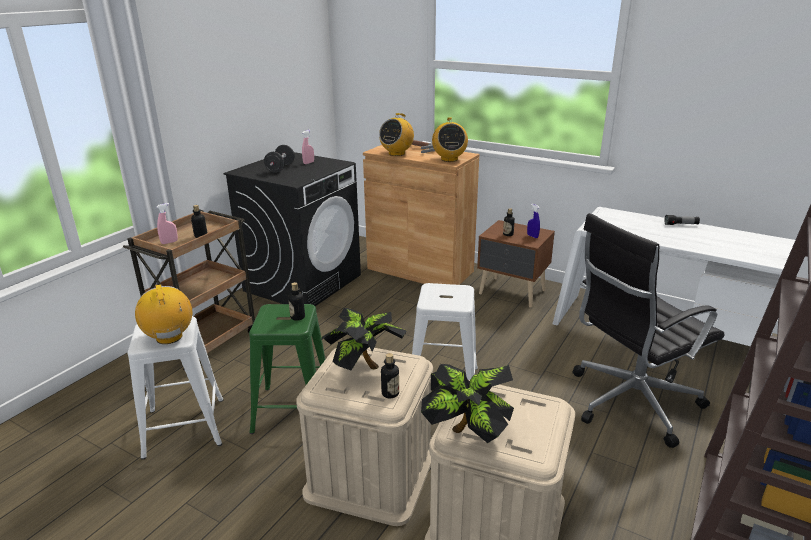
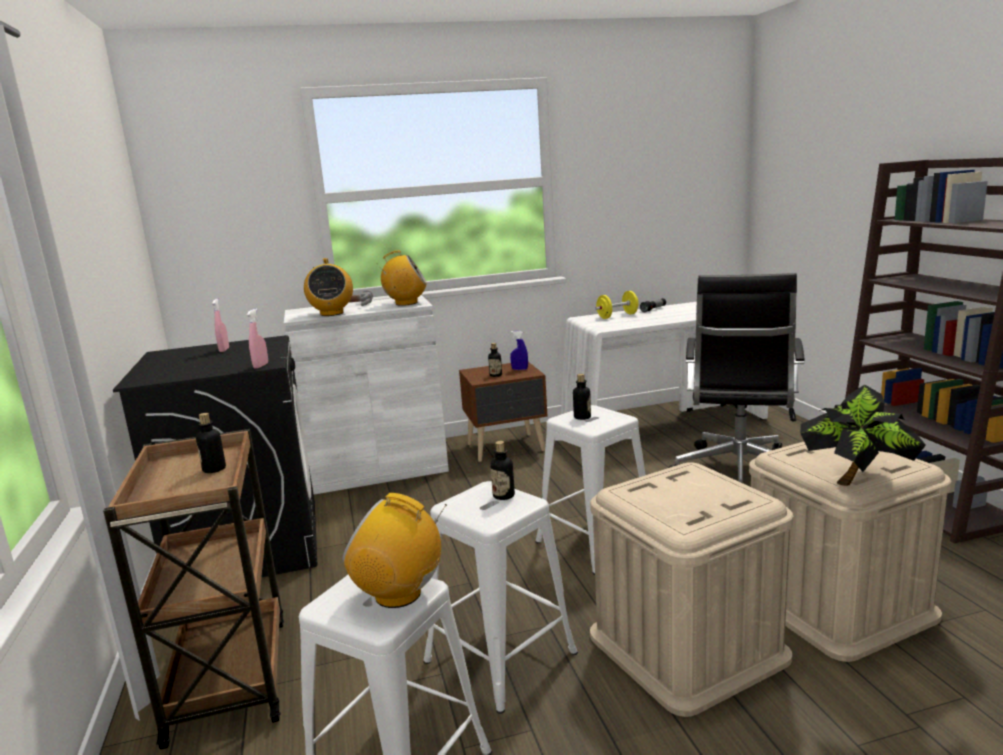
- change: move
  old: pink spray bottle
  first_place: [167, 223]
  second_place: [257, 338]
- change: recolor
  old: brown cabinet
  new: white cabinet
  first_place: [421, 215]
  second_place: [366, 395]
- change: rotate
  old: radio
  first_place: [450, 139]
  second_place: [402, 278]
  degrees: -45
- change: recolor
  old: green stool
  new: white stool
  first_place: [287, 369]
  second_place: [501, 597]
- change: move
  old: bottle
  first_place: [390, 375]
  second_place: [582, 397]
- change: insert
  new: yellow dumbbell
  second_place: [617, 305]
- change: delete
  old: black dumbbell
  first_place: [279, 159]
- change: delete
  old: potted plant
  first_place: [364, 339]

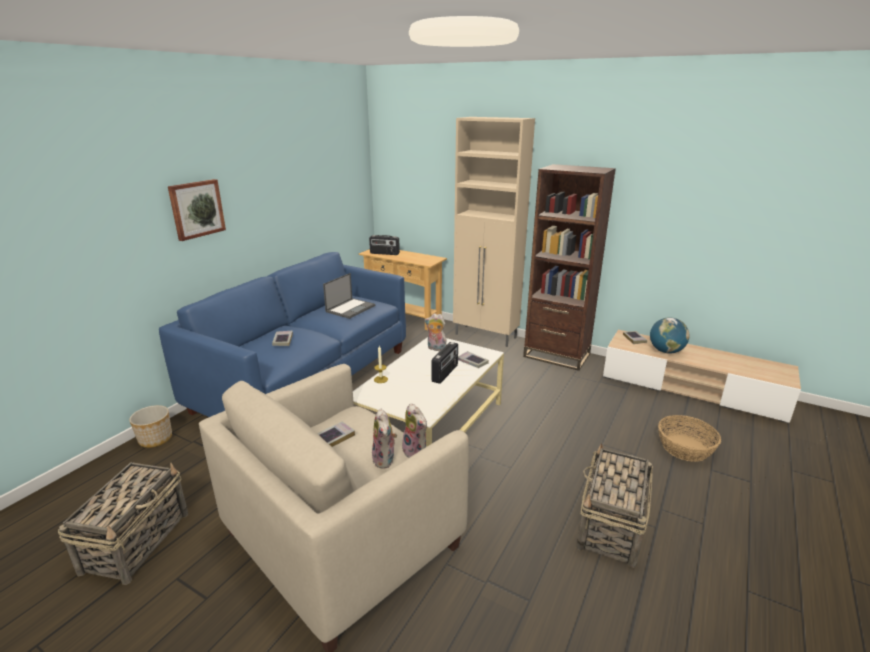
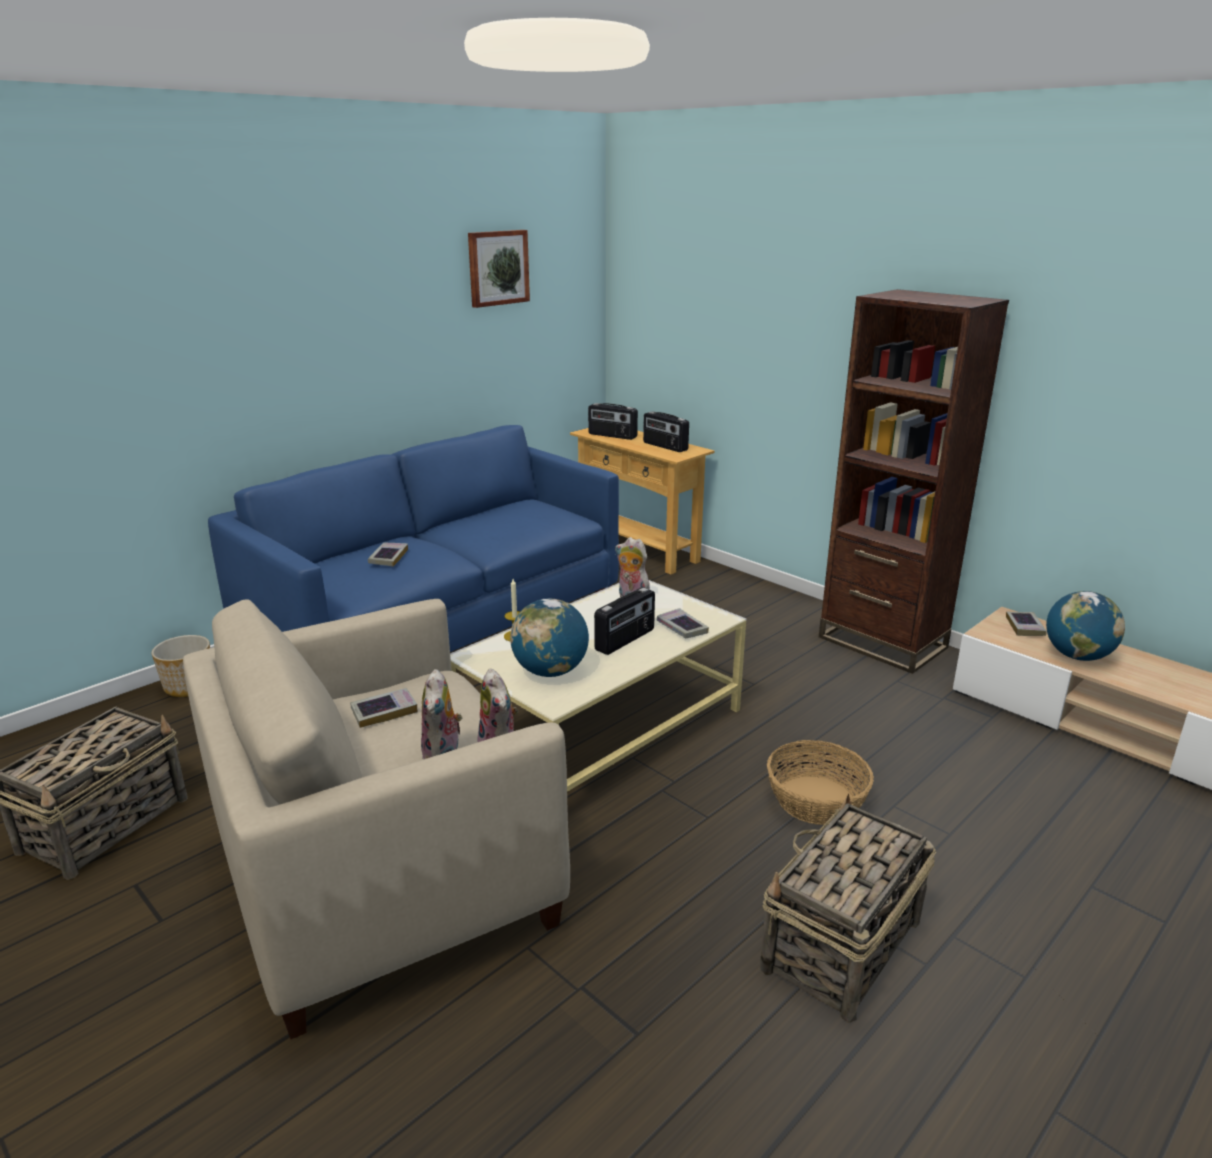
- change: move
  old: picture
  first_place: [197, 210]
  second_place: [499, 269]
- change: insert
  new: globe
  second_place: [549, 638]
- change: insert
  new: radio
  second_place: [666, 432]
- change: move
  old: basket
  first_place: [689, 438]
  second_place: [820, 782]
- change: delete
  old: laptop
  first_place: [349, 296]
- change: delete
  old: beige cabinet
  first_place: [494, 232]

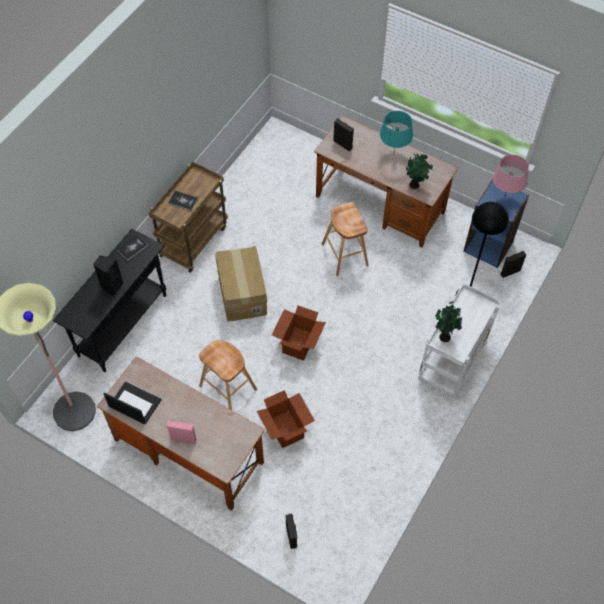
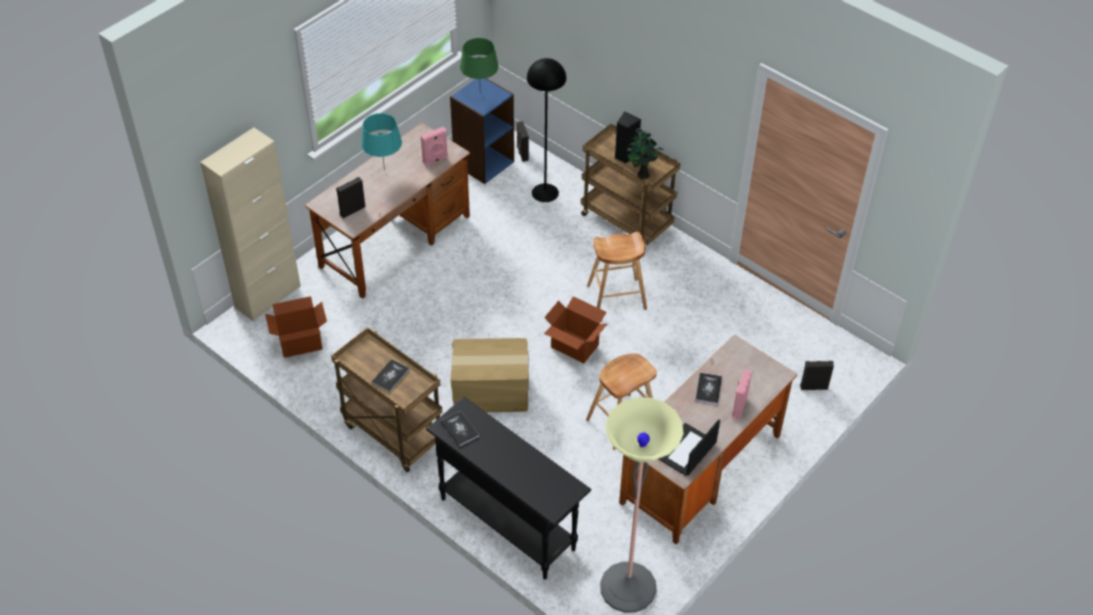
- change: insert
  new: beige cabinet
  second_place: [250, 224]
- change: move
  old: cardboard box
  first_place: [286, 419]
  second_place: [296, 327]
- change: replace
  old: potted plant
  new: pink speaker
  first_place: [419, 170]
  second_place: [434, 146]
- change: recolor
  old: pink table lamp
  new: green table lamp
  first_place: [511, 176]
  second_place: [479, 66]
- change: recolor
  old: white cart
  new: brown cart
  first_place: [459, 340]
  second_place: [630, 184]
- change: move
  old: brown stool
  first_place: [345, 239]
  second_place: [617, 271]
- change: move
  old: black speaker
  first_place: [108, 276]
  second_place: [628, 137]
- change: insert
  new: book
  second_place: [708, 389]

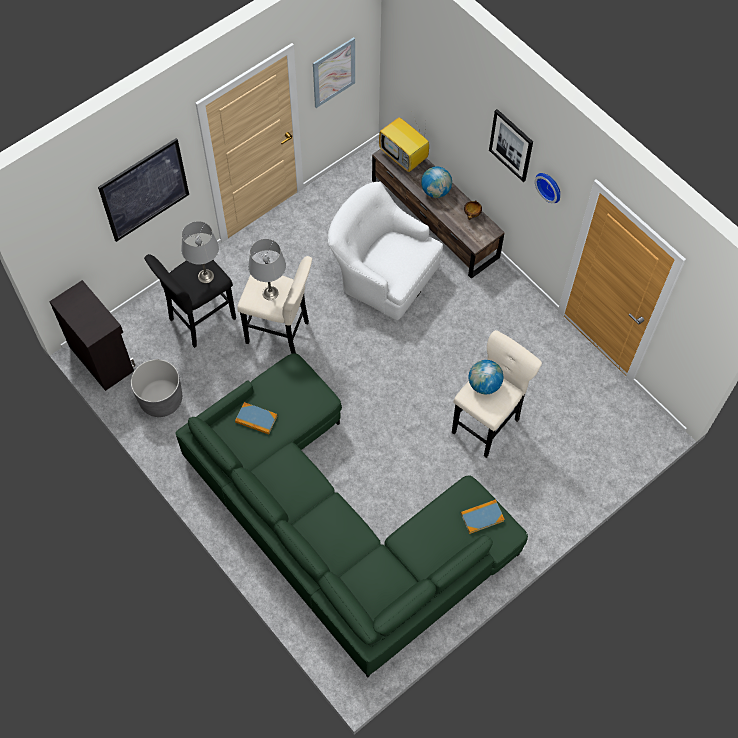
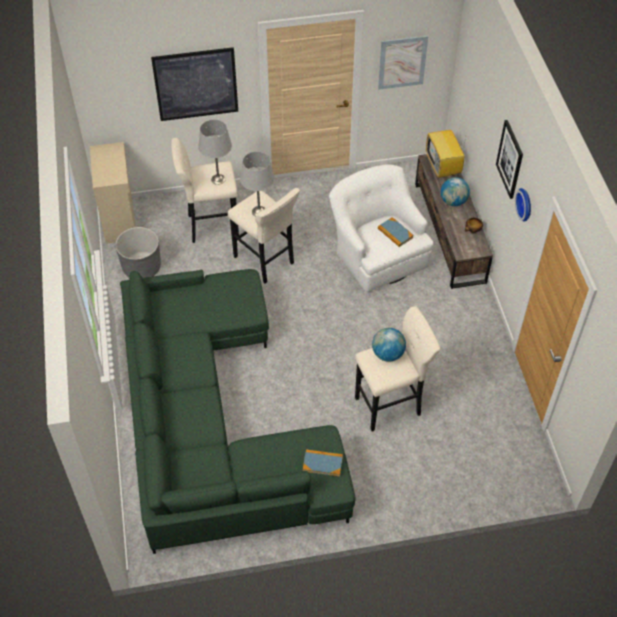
- change: recolor
  old: black cabinet
  new: beige cabinet
  first_place: [92, 335]
  second_place: [114, 193]
- change: recolor
  old: black stool
  new: beige stool
  first_place: [190, 301]
  second_place: [205, 190]
- change: move
  old: book
  first_place: [256, 418]
  second_place: [396, 232]

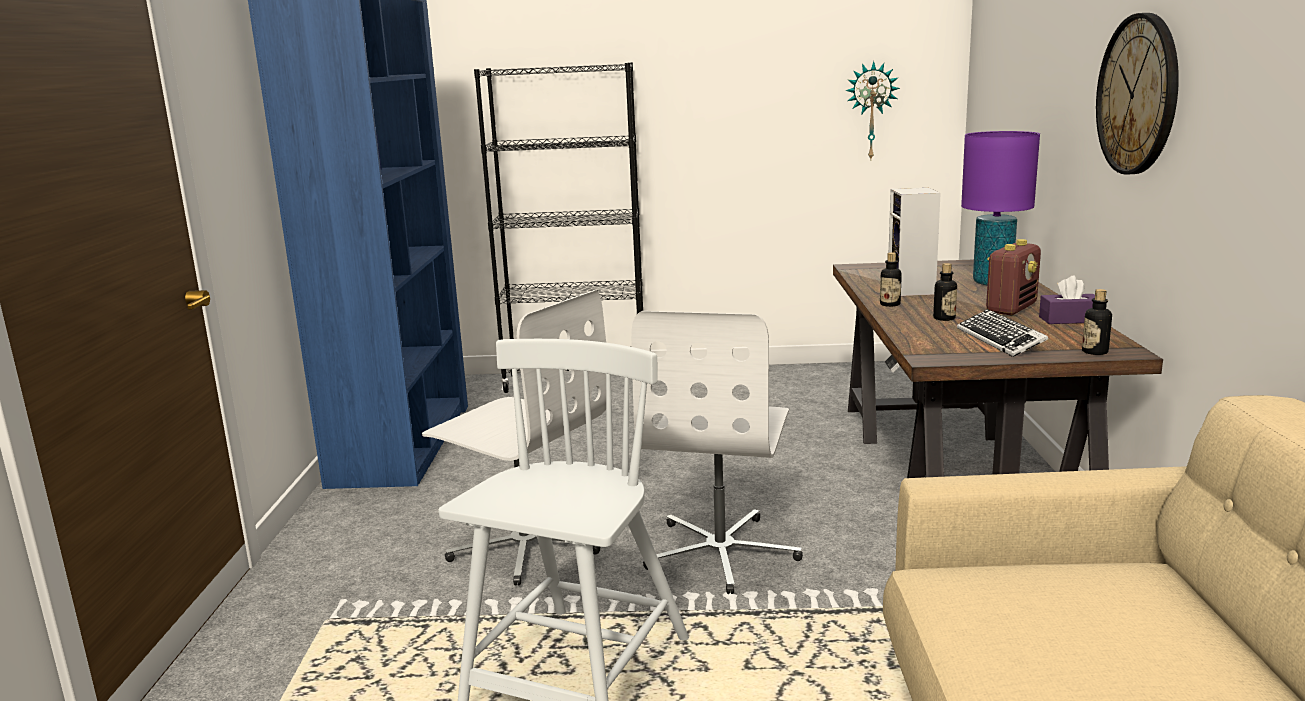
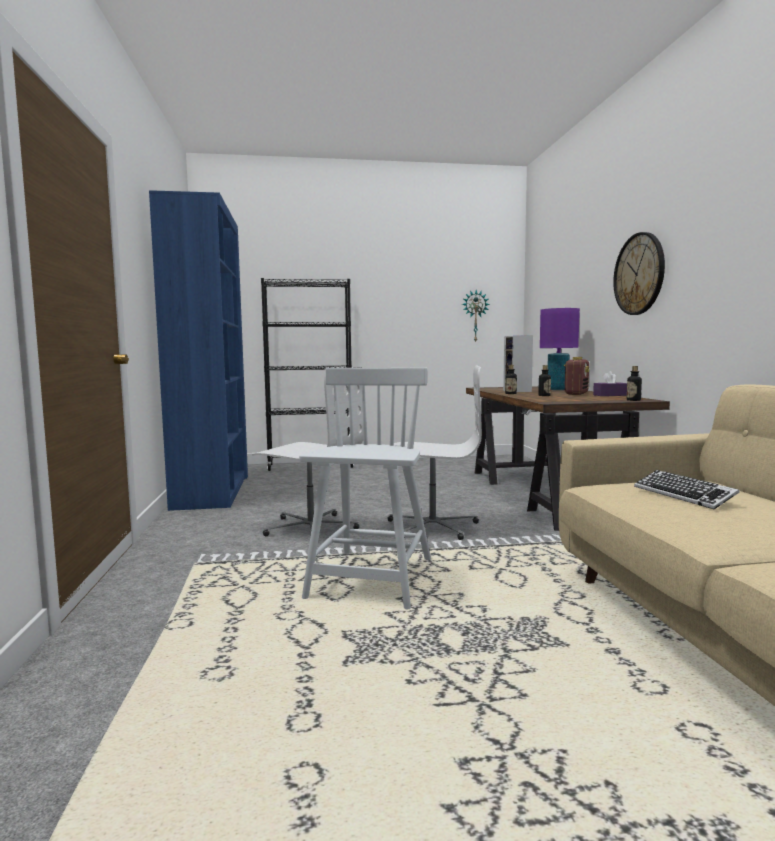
- change: rotate
  old: white office chair
  first_place: [717, 452]
  second_place: [435, 453]
  degrees: -90
- change: move
  old: keyboard
  first_place: [1002, 333]
  second_place: [687, 489]

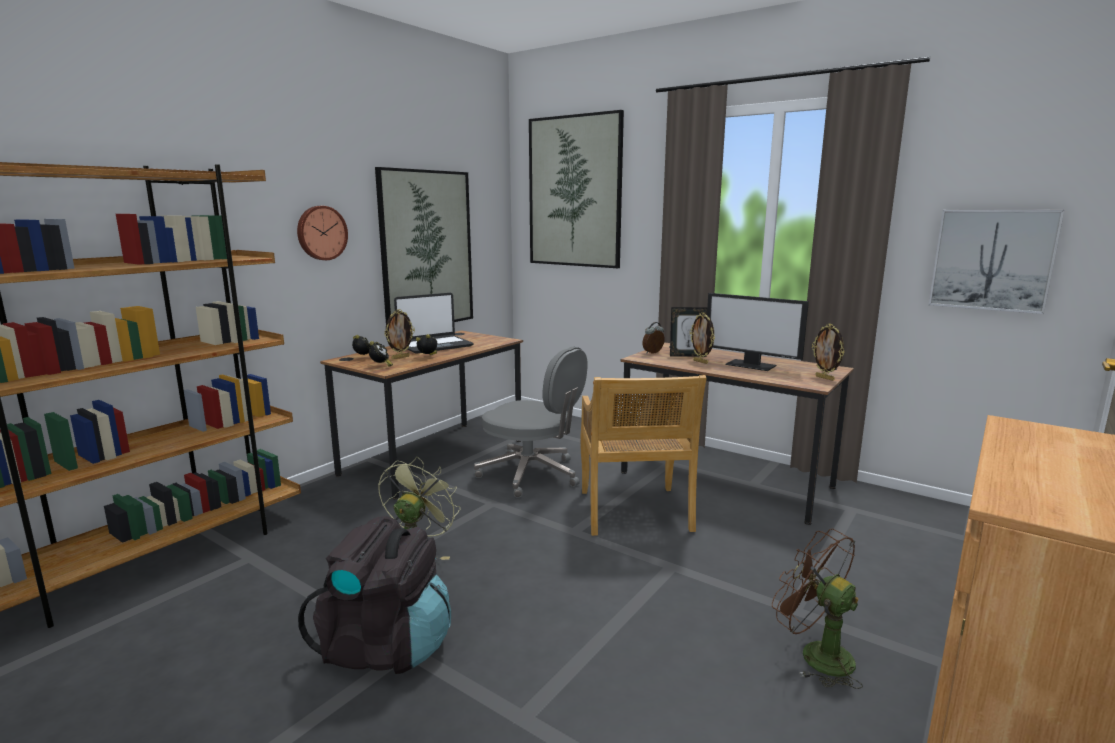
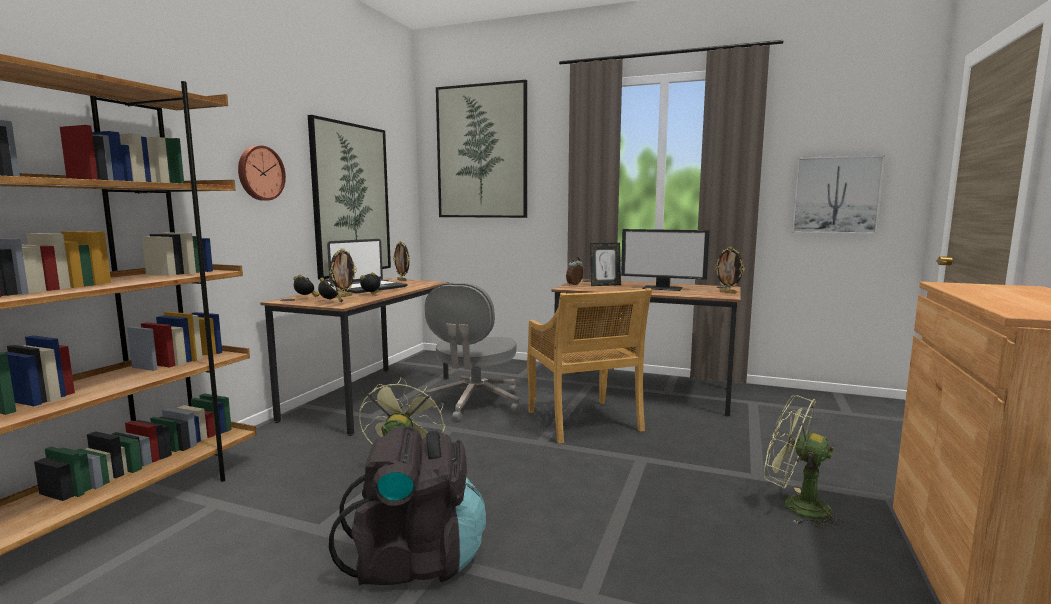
- change: move
  old: picture frame
  first_place: [702, 338]
  second_place: [401, 261]
- change: rotate
  old: grey office chair
  first_place: [531, 422]
  second_place: [472, 351]
  degrees: 90
- change: recolor
  old: brown fan
  new: green fan
  first_place: [817, 609]
  second_place: [804, 461]

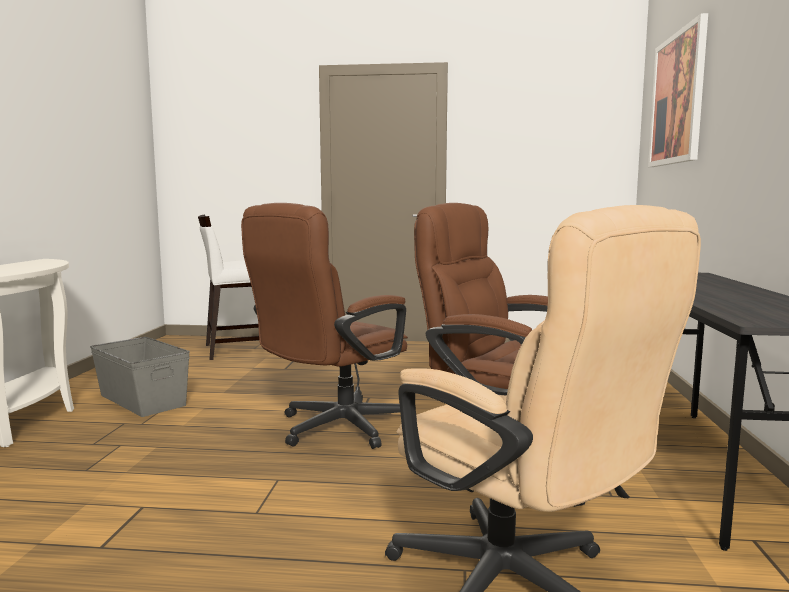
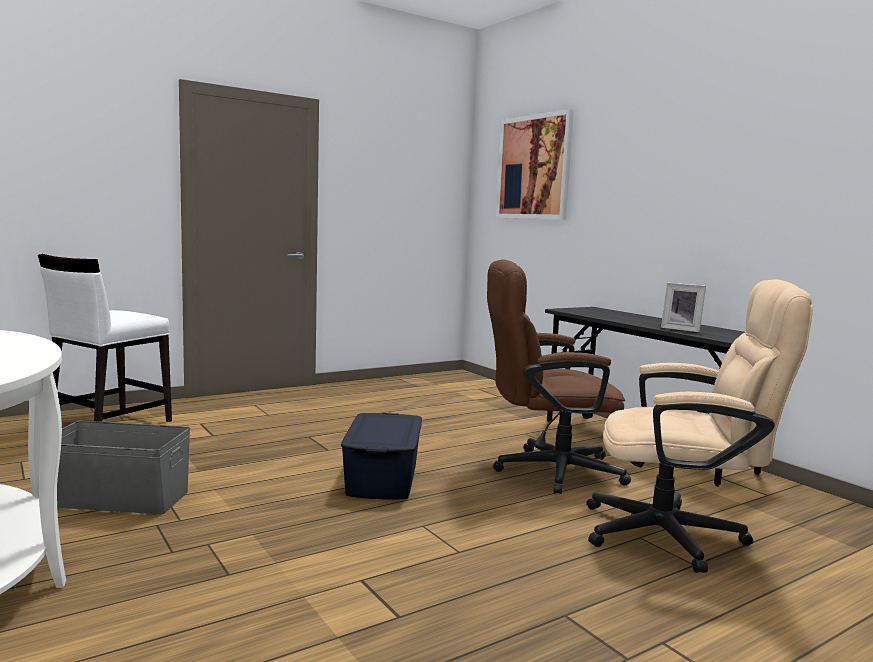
- change: replace
  old: brown office chair
  new: blue storage box
  first_place: [324, 326]
  second_place: [381, 456]
- change: insert
  new: picture frame
  second_place: [683, 307]

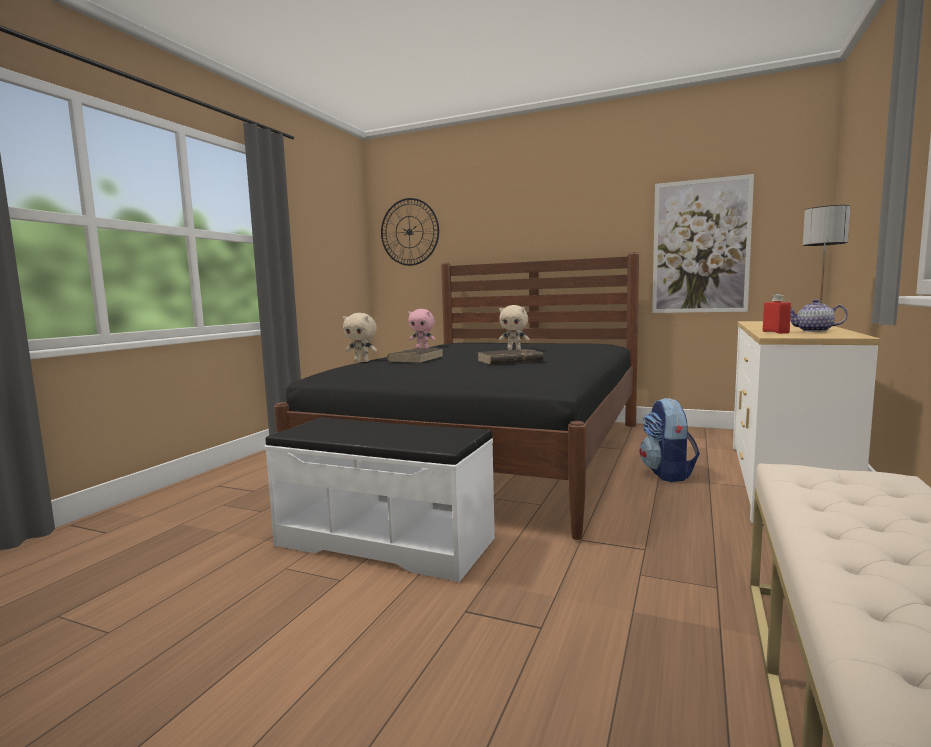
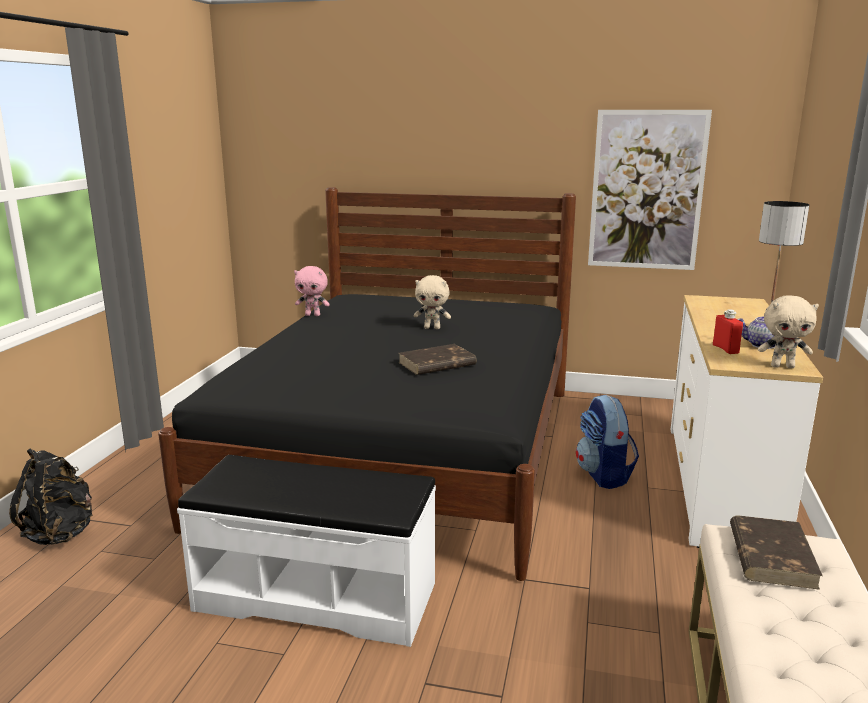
- change: insert
  new: black backpack
  second_place: [51, 496]
- change: move
  old: brown book
  first_place: [415, 355]
  second_place: [776, 552]
- change: move
  old: beige plush toy
  first_place: [360, 337]
  second_place: [788, 331]
- change: delete
  old: wall clock
  first_place: [410, 232]

